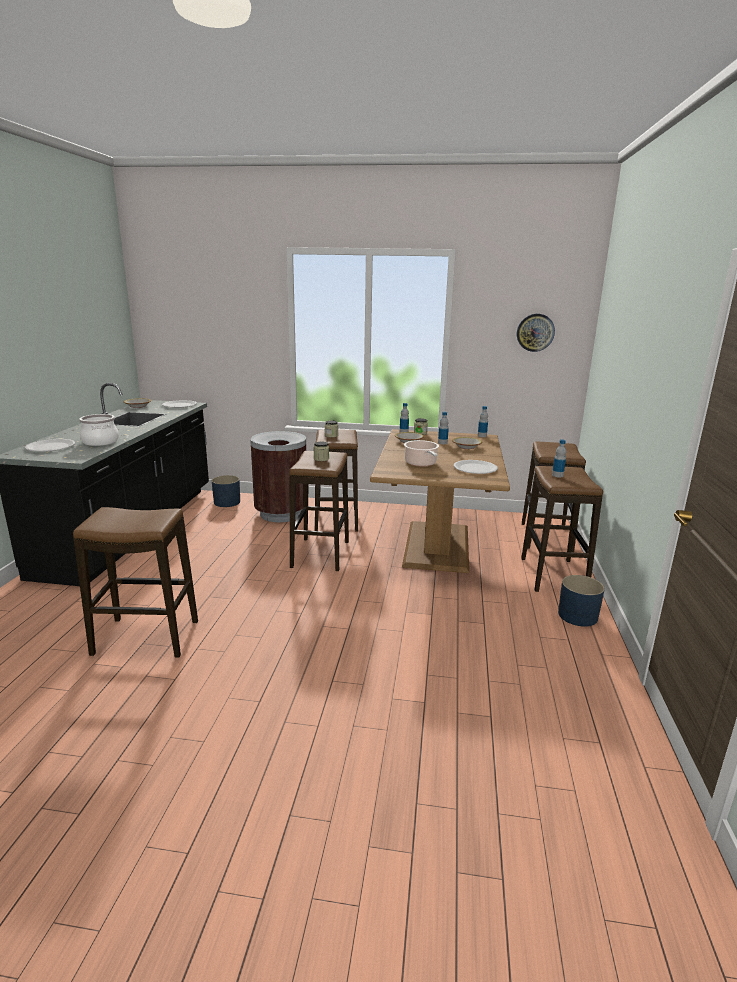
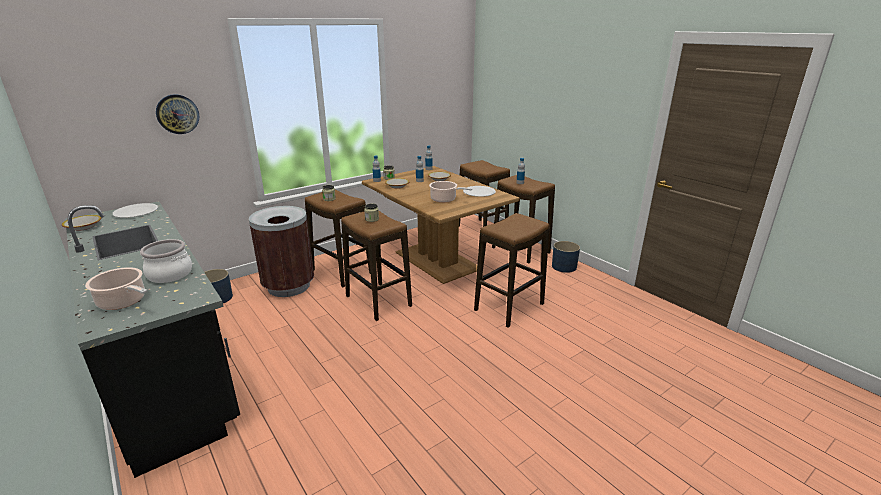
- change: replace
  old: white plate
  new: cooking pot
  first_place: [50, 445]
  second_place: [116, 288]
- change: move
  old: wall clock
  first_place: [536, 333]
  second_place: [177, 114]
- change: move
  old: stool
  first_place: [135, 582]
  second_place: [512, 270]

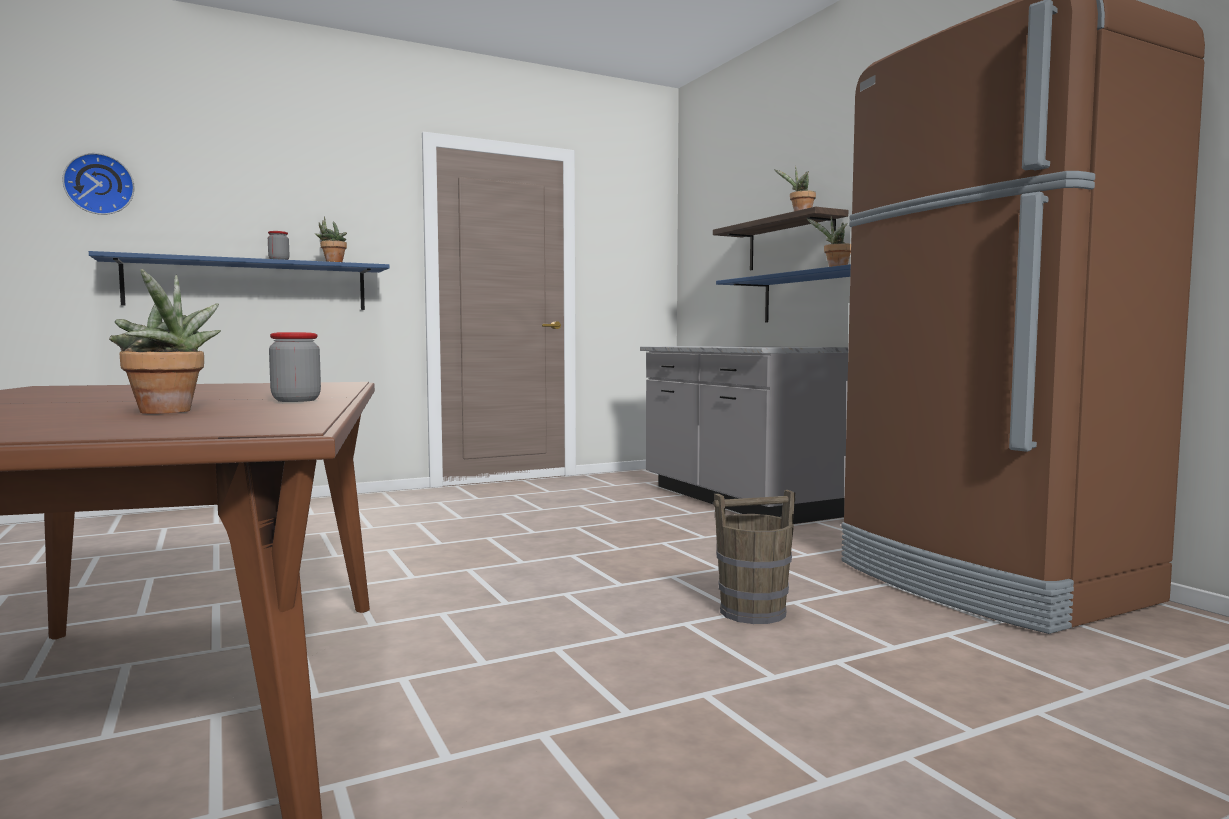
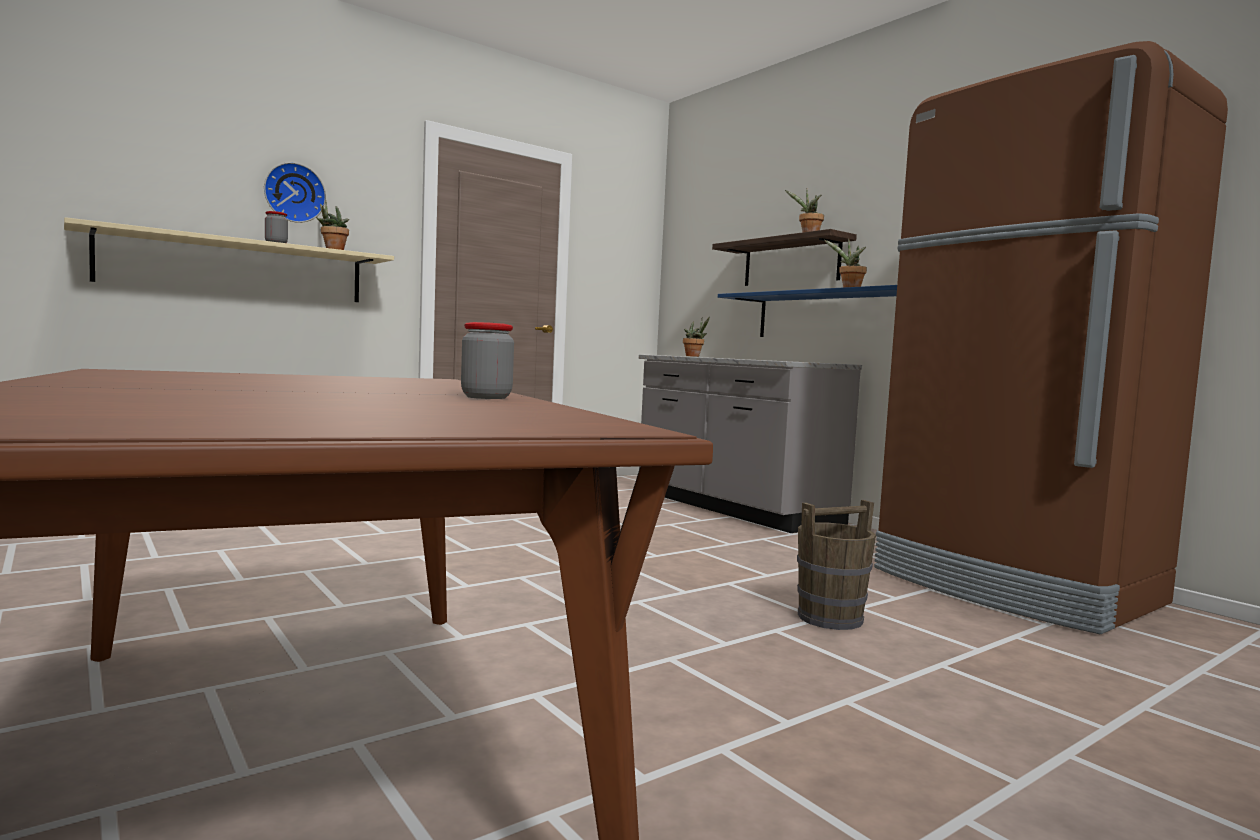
- change: recolor
  old: blue shelf
  new: beige shelf
  first_place: [239, 280]
  second_place: [229, 259]
- change: move
  old: wall clock
  first_place: [98, 184]
  second_place: [295, 192]
- change: move
  old: potted plant
  first_place: [165, 341]
  second_place: [696, 337]

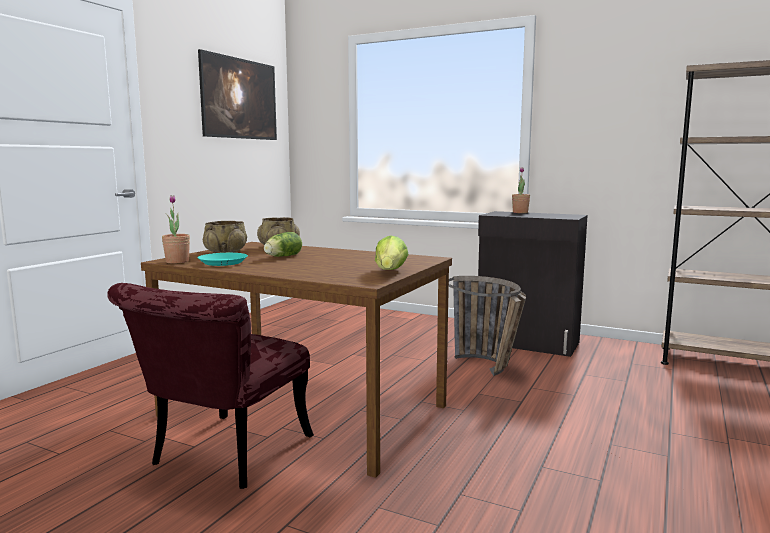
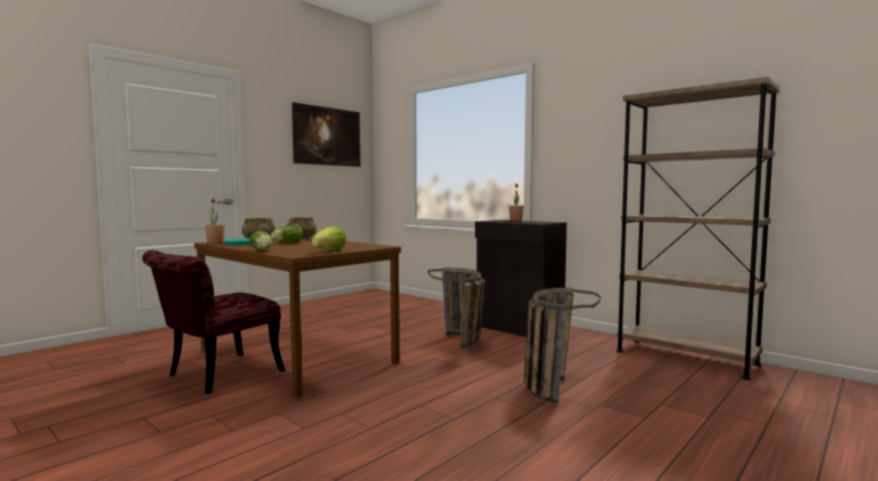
- change: insert
  new: lettuce
  second_place: [261, 241]
- change: insert
  new: basket
  second_place: [562, 345]

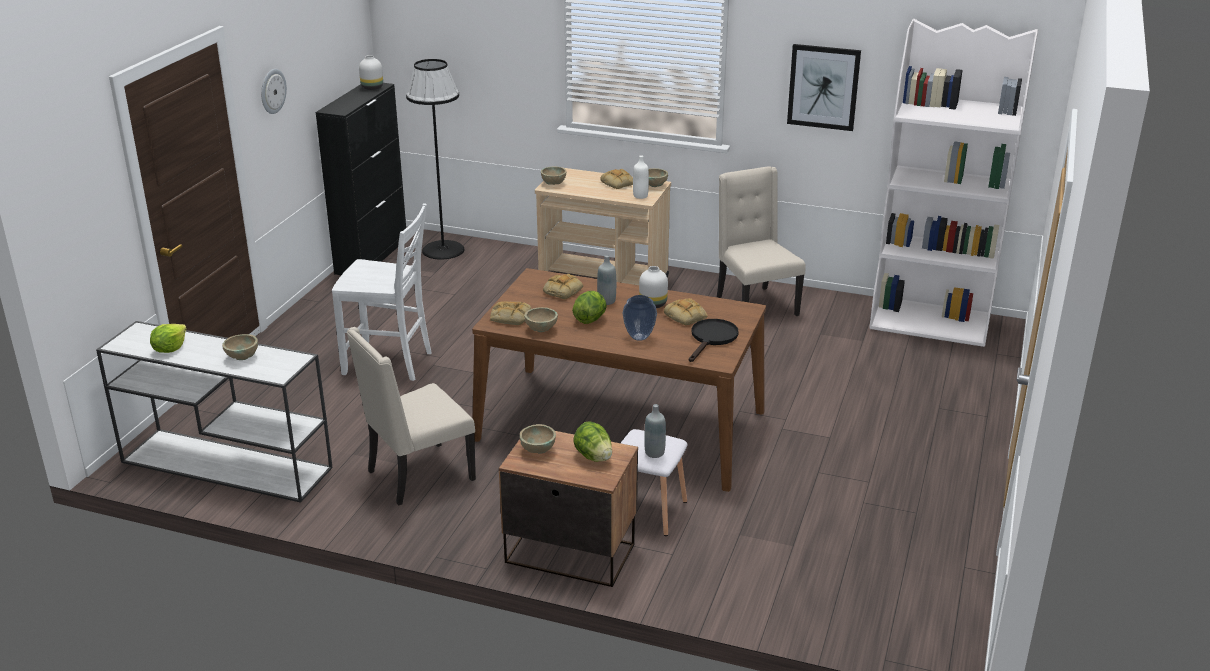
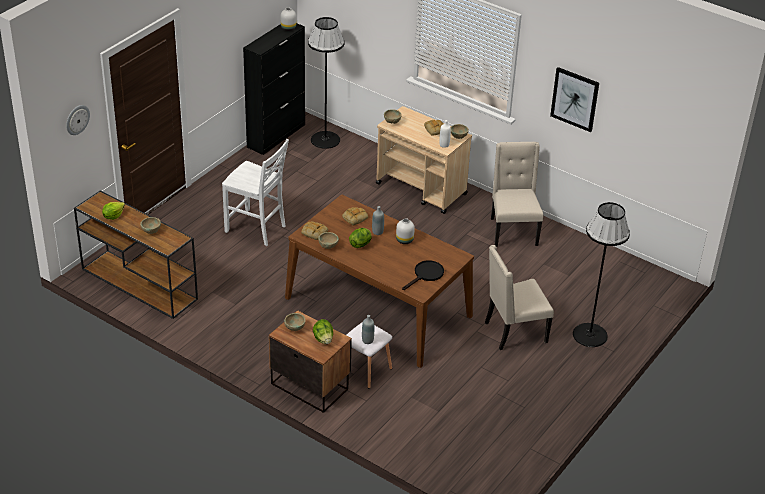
- change: move
  old: wall clock
  first_place: [274, 91]
  second_place: [78, 120]
- change: recolor
  old: white console table
  new: brown console table
  first_place: [214, 412]
  second_place: [136, 254]
- change: move
  old: beige chair
  first_place: [411, 416]
  second_place: [519, 297]
- change: insert
  new: black floor lamp
  second_place: [601, 274]
- change: delete
  old: vase
  first_place: [640, 318]
- change: delete
  old: bread
  first_place: [685, 311]
- change: delete
  old: white bookcase
  first_place: [953, 183]

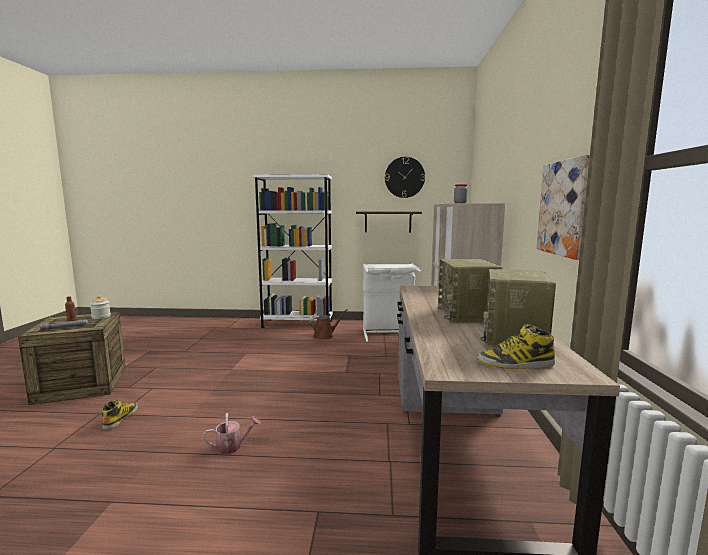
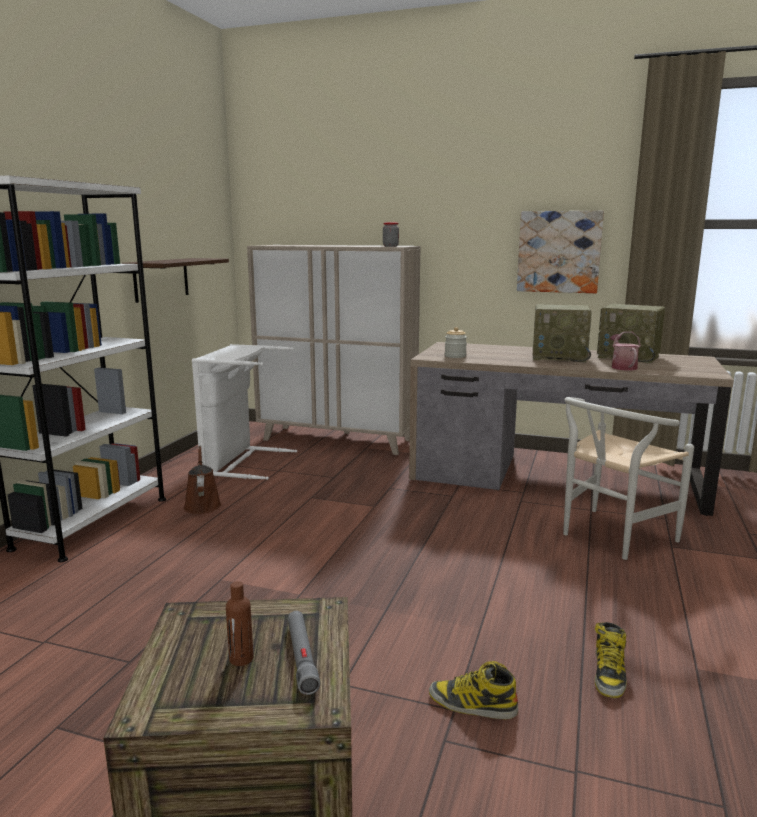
- change: move
  old: jar
  first_place: [100, 307]
  second_place: [456, 342]
- change: insert
  new: white chair
  second_place: [628, 478]
- change: move
  old: boot
  first_place: [516, 346]
  second_place: [611, 660]
- change: move
  old: watering can
  first_place: [232, 433]
  second_place: [625, 351]
- change: delete
  old: wall clock
  first_place: [405, 177]

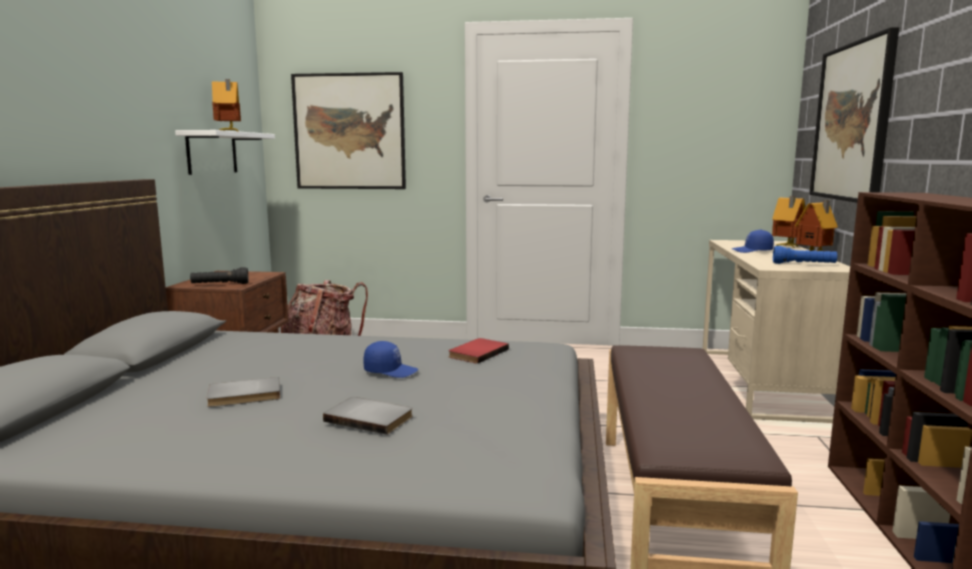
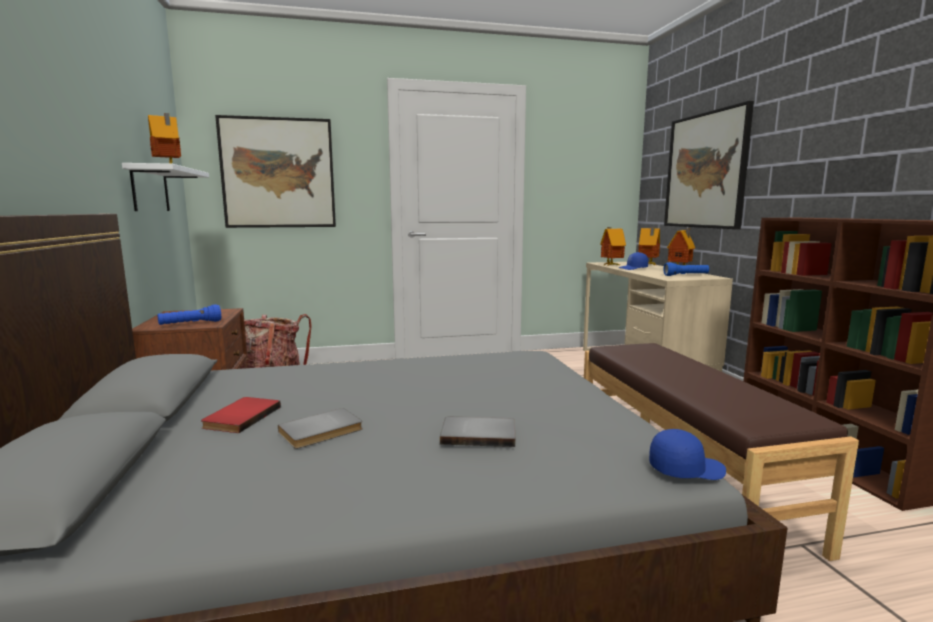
- change: recolor
  old: black flashlight
  new: blue flashlight
  first_place: [219, 275]
  second_place: [189, 314]
- change: move
  old: red book
  first_place: [478, 351]
  second_place: [241, 415]
- change: insert
  new: toy house
  second_place: [613, 246]
- change: move
  old: blue cap
  first_place: [390, 359]
  second_place: [687, 454]

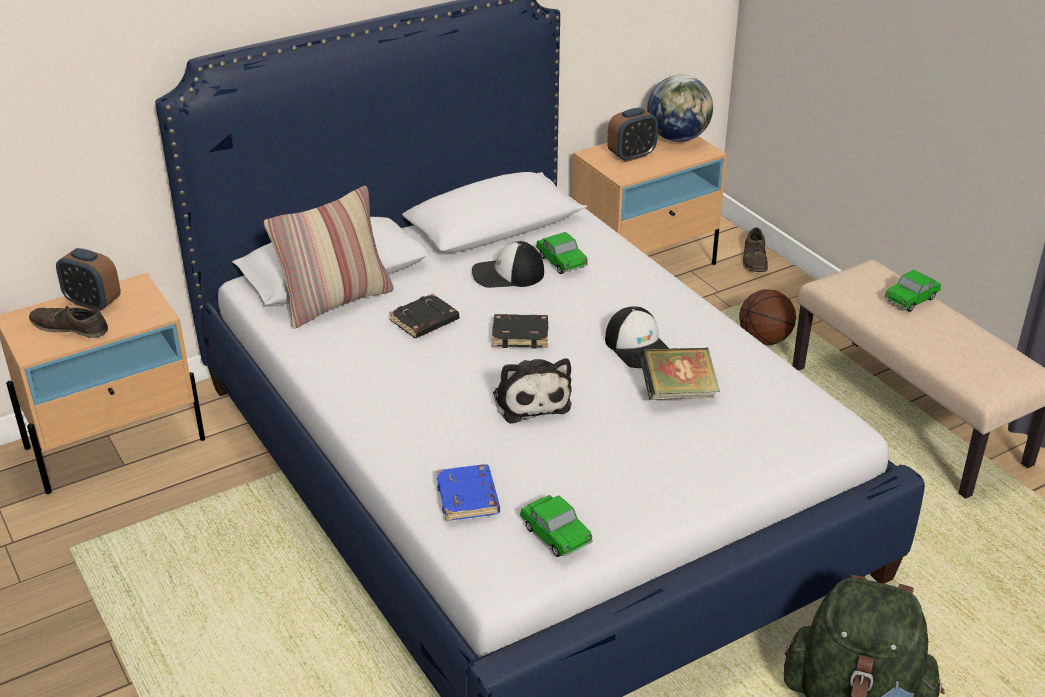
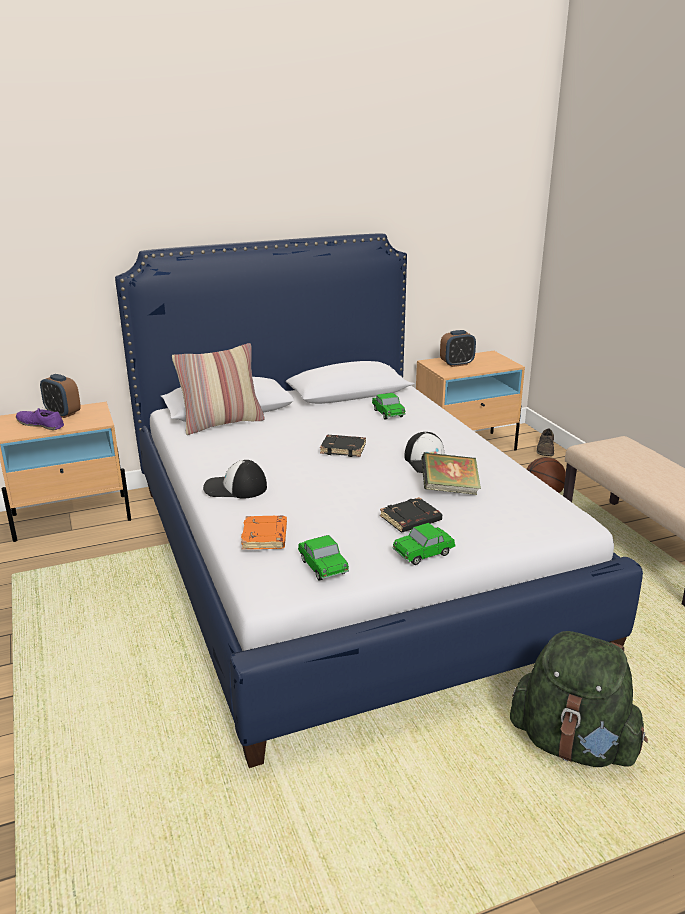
- change: recolor
  old: brown shoe
  new: purple shoe
  first_place: [68, 321]
  second_place: [40, 419]
- change: move
  old: cap
  first_place: [508, 264]
  second_place: [235, 479]
- change: recolor
  old: blue book
  new: orange book
  first_place: [468, 492]
  second_place: [264, 532]
- change: move
  old: black book
  first_place: [424, 315]
  second_place: [411, 514]
- change: move
  old: toy car
  first_place: [912, 291]
  second_place: [424, 544]
- change: delete
  old: plush toy
  first_place: [532, 391]
- change: delete
  old: globe
  first_place: [680, 108]

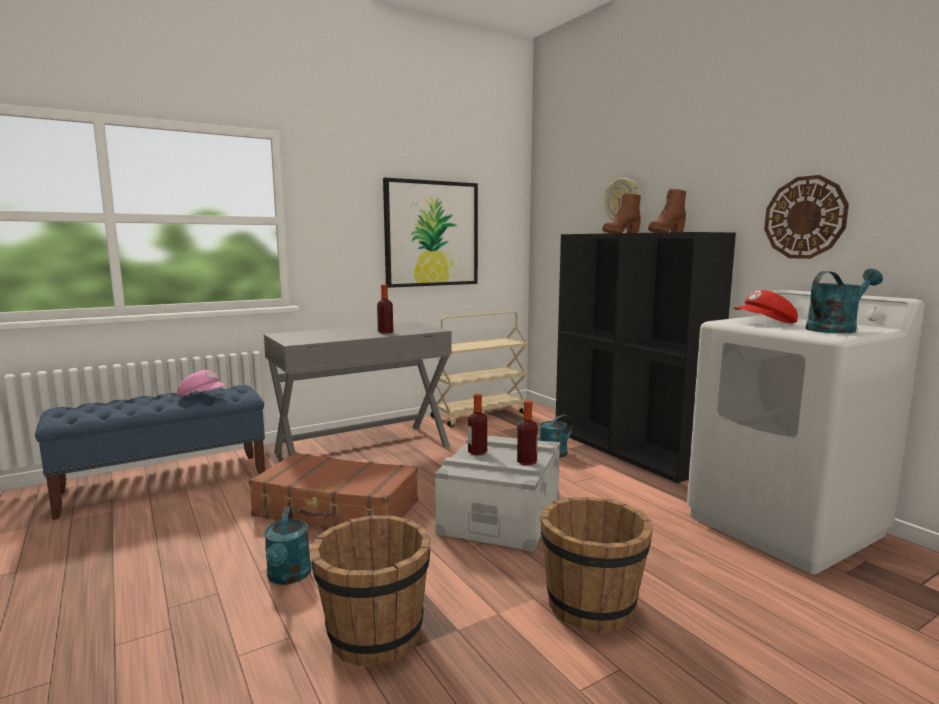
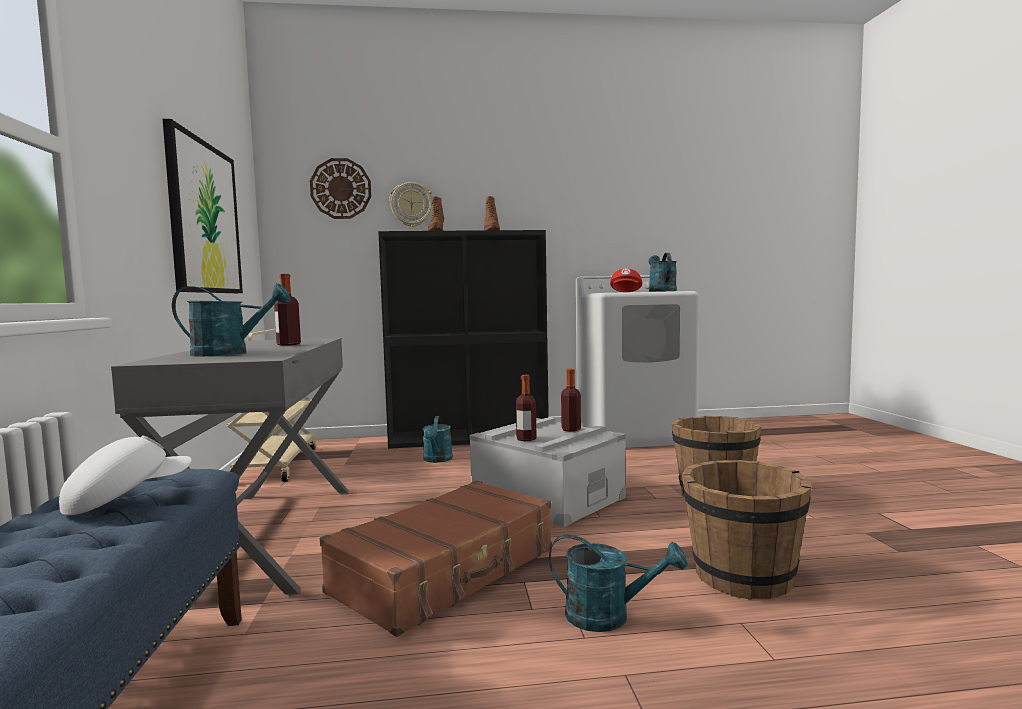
- change: recolor
  old: pink cap
  new: white cap
  first_place: [202, 383]
  second_place: [125, 475]
- change: insert
  new: turquoise watering can
  second_place: [231, 319]
- change: move
  old: wall clock
  first_place: [806, 217]
  second_place: [340, 188]

